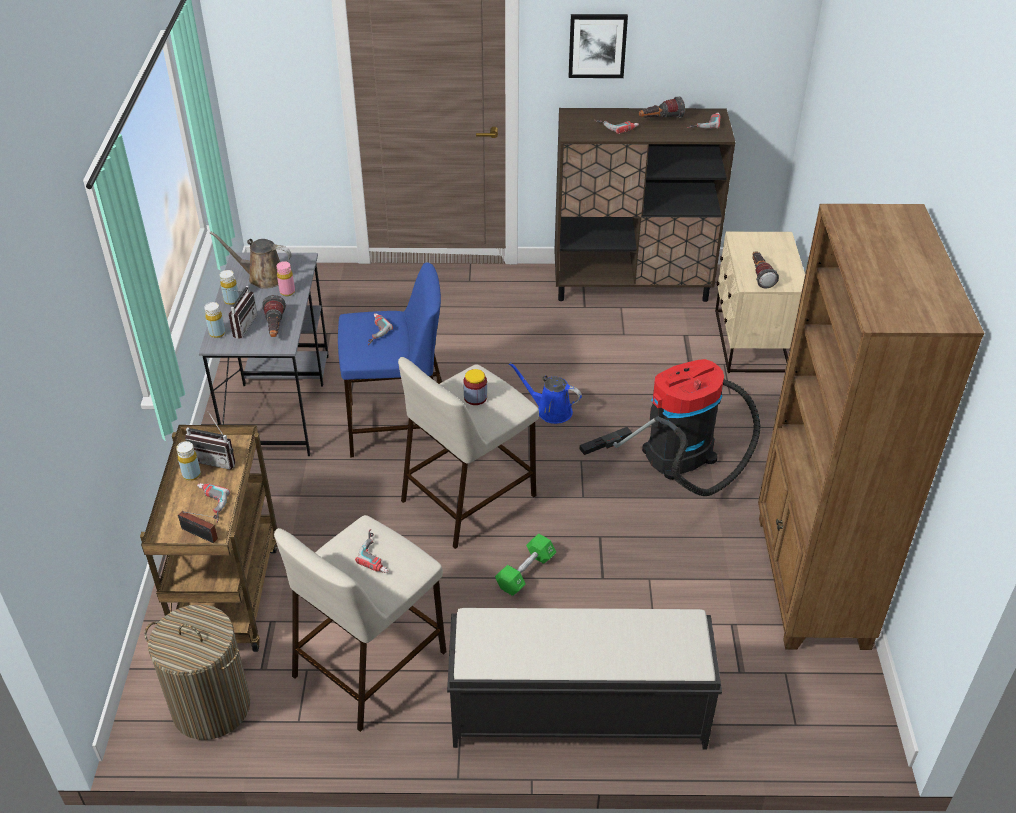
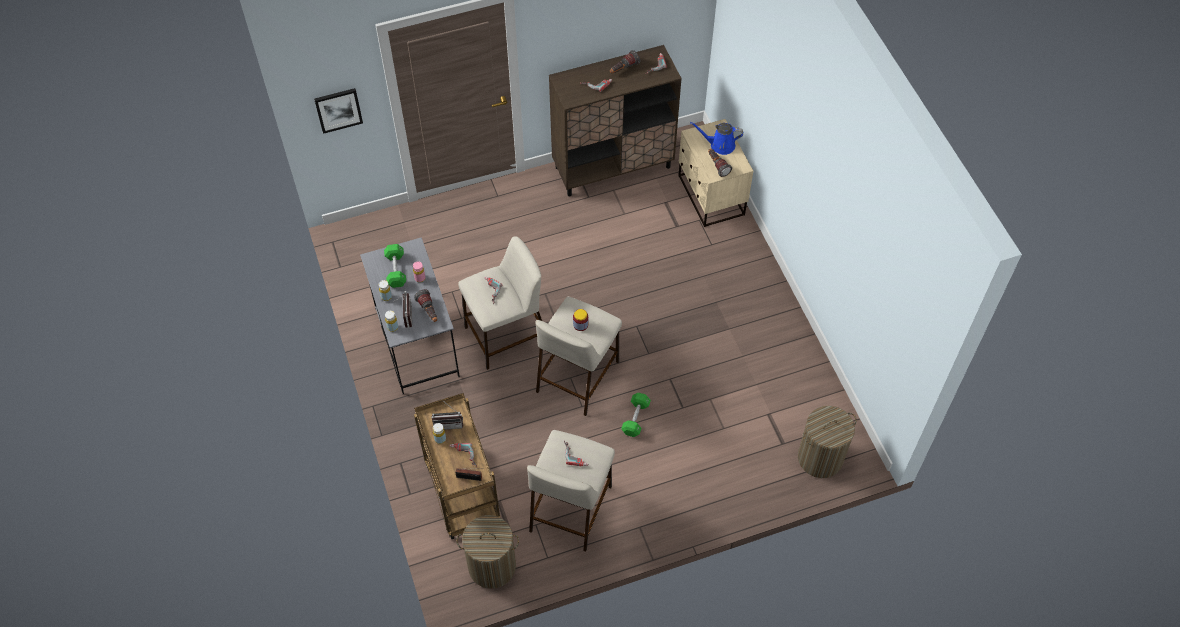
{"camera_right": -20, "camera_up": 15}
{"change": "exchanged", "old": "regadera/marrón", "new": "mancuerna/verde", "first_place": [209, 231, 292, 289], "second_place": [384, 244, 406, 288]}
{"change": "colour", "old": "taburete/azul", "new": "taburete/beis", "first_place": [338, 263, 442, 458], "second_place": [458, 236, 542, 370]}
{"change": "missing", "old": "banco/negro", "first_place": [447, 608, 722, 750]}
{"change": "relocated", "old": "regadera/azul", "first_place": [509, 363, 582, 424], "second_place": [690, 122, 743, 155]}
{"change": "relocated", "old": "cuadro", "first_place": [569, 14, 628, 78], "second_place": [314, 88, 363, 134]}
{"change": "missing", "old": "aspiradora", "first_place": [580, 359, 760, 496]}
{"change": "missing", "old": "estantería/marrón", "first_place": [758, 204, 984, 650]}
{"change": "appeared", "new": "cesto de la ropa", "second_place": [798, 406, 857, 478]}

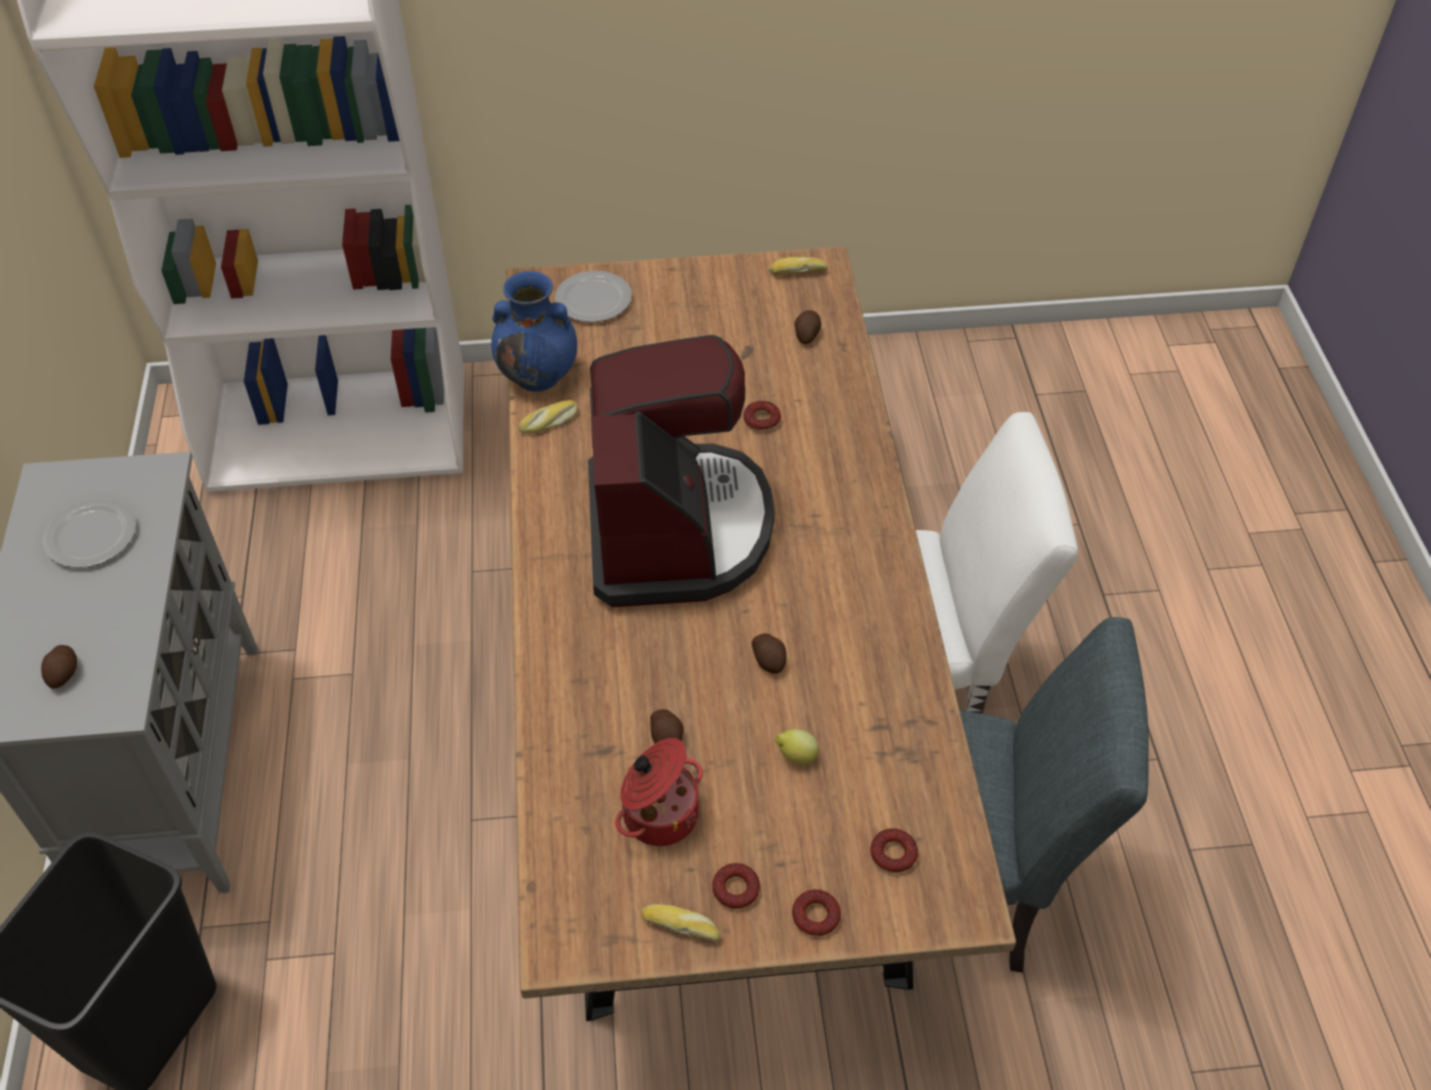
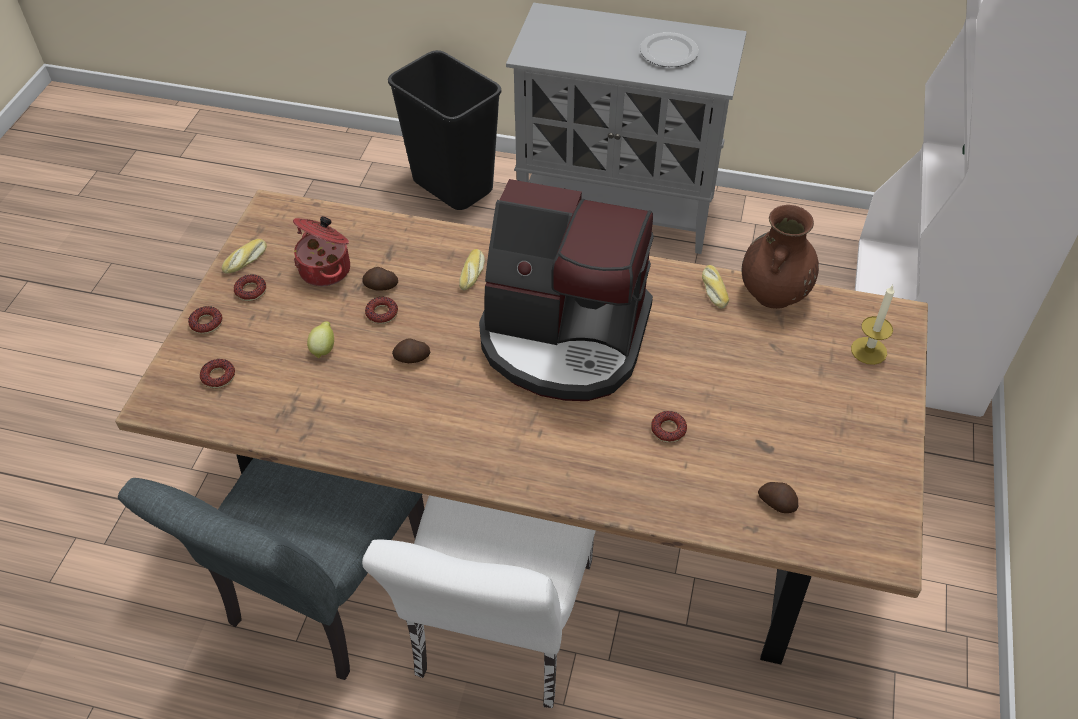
{"camera_right": 110, "camera_up": 0}
{"change": "missing", "old": "patata", "first_place": [41, 645, 77, 689]}
{"change": "colour", "old": "florero/azul", "new": "florero/marrón", "first_place": [491, 271, 577, 391], "second_place": [742, 205, 819, 309]}
{"change": "exchanged", "old": "plato", "new": "vela", "first_place": [555, 271, 632, 322], "second_place": [851, 285, 895, 365]}
{"change": "relocated", "old": "pan", "first_place": [769, 257, 828, 275], "second_place": [459, 249, 485, 290]}
{"change": "appeared", "new": "rosquilla", "second_place": [365, 297, 398, 324]}

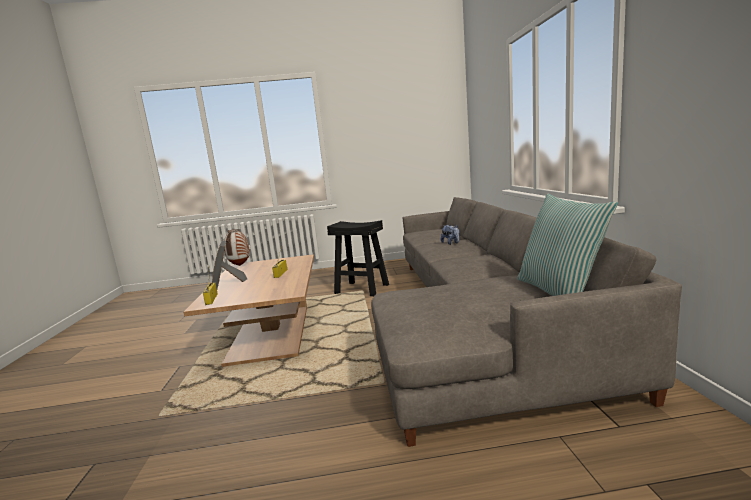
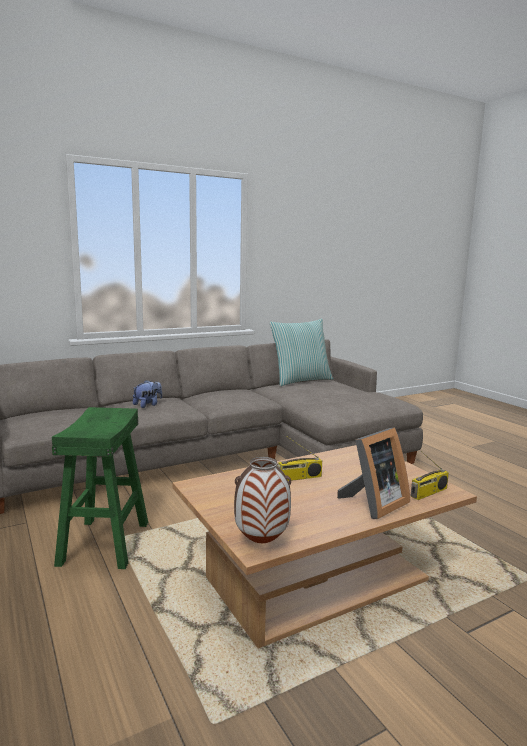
{"camera_right": -115, "camera_up": 0}
{"change": "colour", "old": "taburete/negro", "new": "taburete/verde", "first_place": [327, 220, 389, 296], "second_place": [52, 407, 148, 569]}

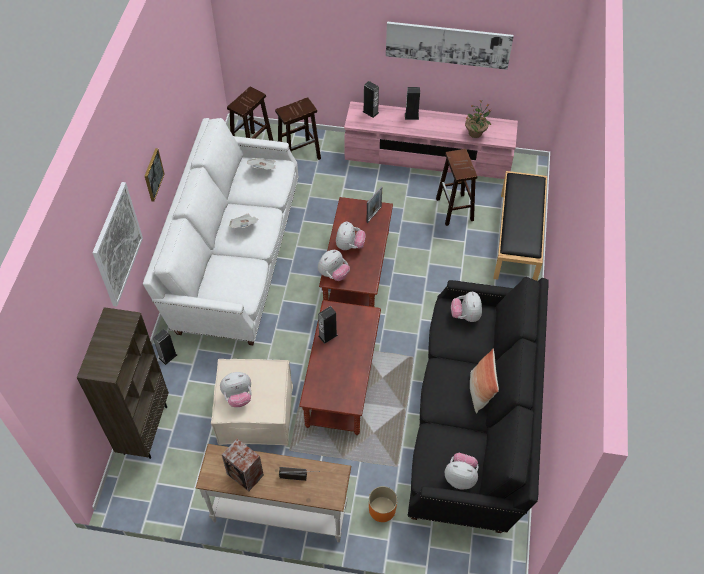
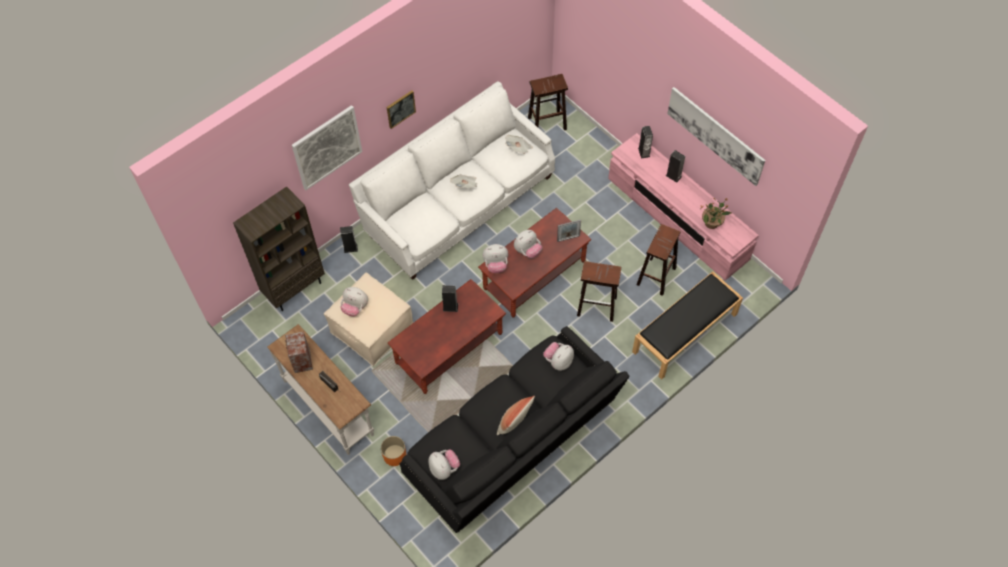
{"camera_right": 40, "camera_up": 5}
{"change": "relocated", "old": "taburete/marrón", "first_place": [275, 97, 321, 160], "second_place": [577, 261, 621, 322]}

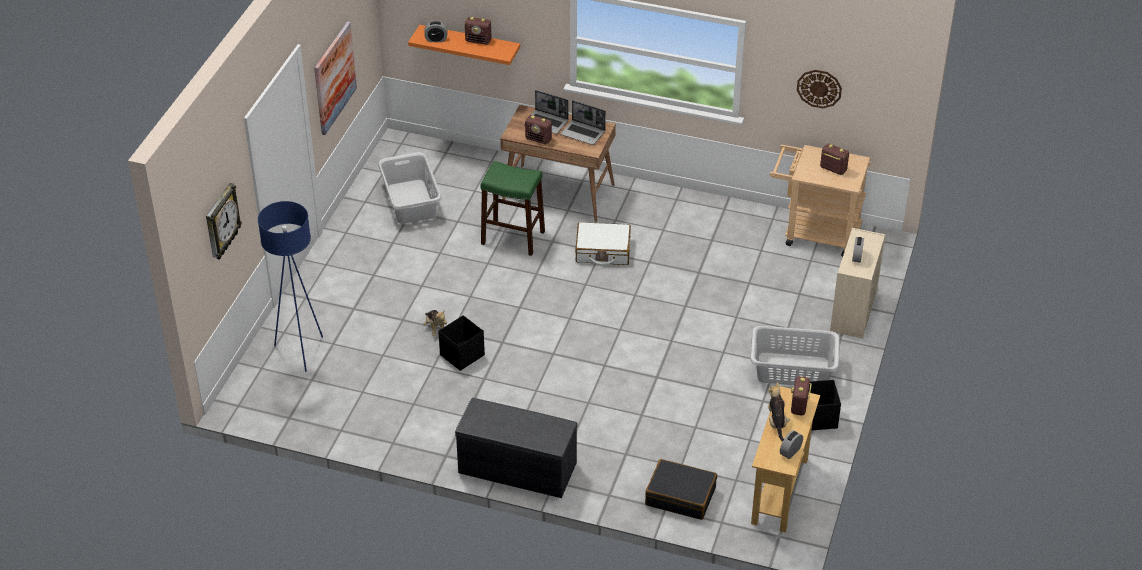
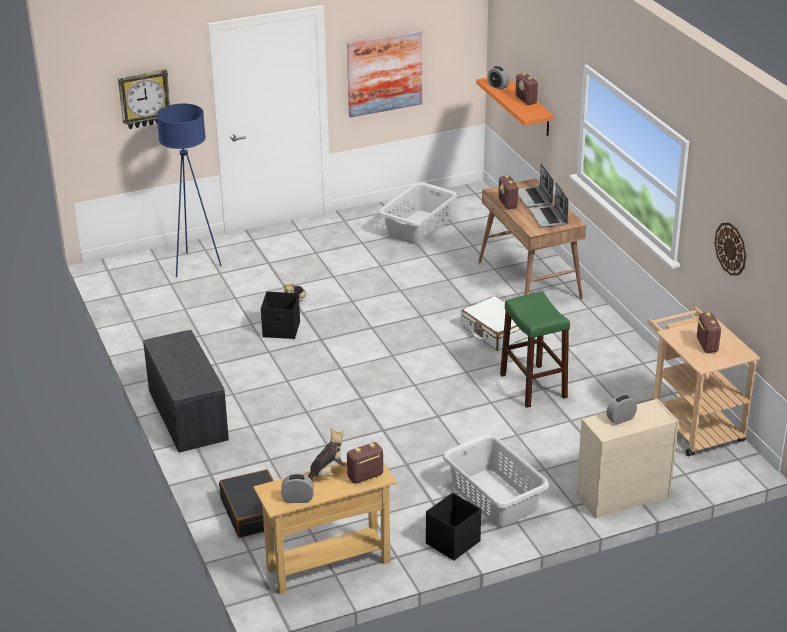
{"camera_right": 50, "camera_up": -10}
{"change": "relocated", "old": "taburete/verde", "first_place": [481, 161, 545, 256], "second_place": [500, 292, 570, 408]}

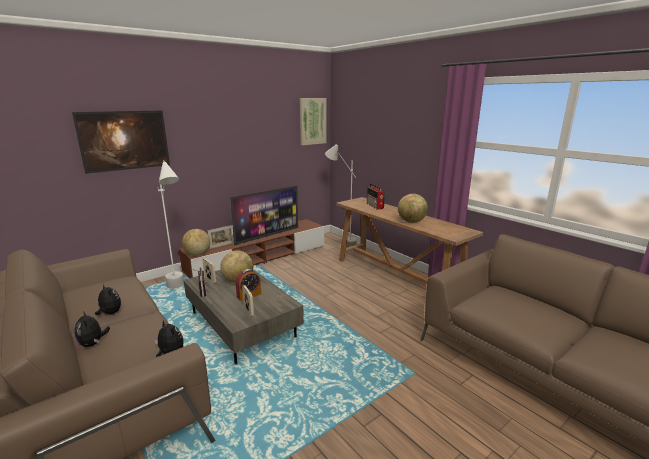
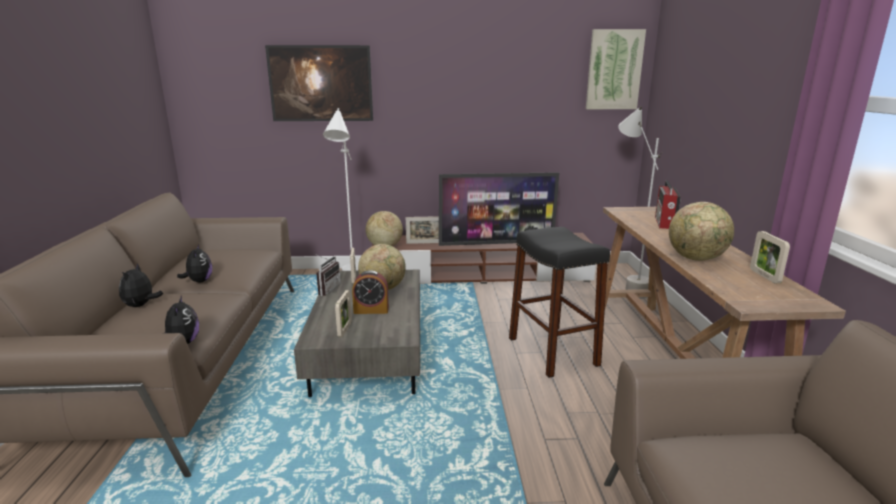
{"camera_right": 35, "camera_up": 0}
{"change": "appeared", "new": "taburete/negro", "second_place": [509, 227, 610, 378]}
{"change": "appeared", "new": "portarretratos", "second_place": [750, 231, 790, 283]}

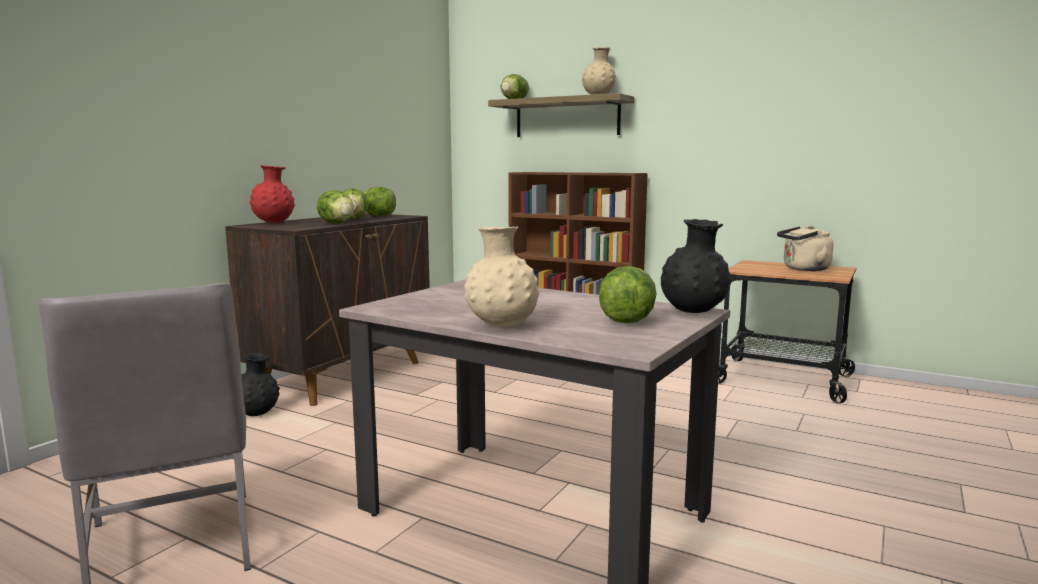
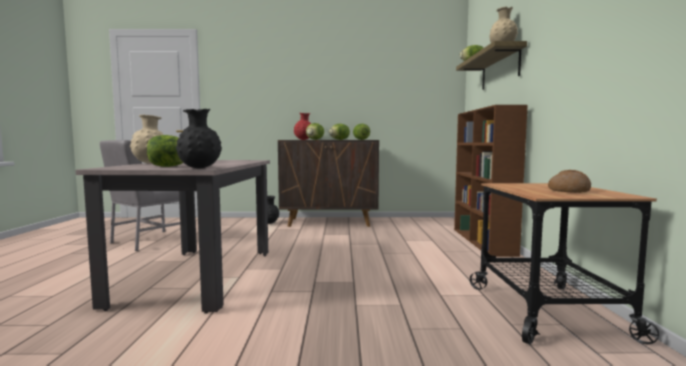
{"camera_right": 60, "camera_up": -5}
{"change": "exchanged", "old": "hervidor/beis", "new": "pan", "first_place": [777, 226, 833, 271], "second_place": [548, 170, 591, 193]}

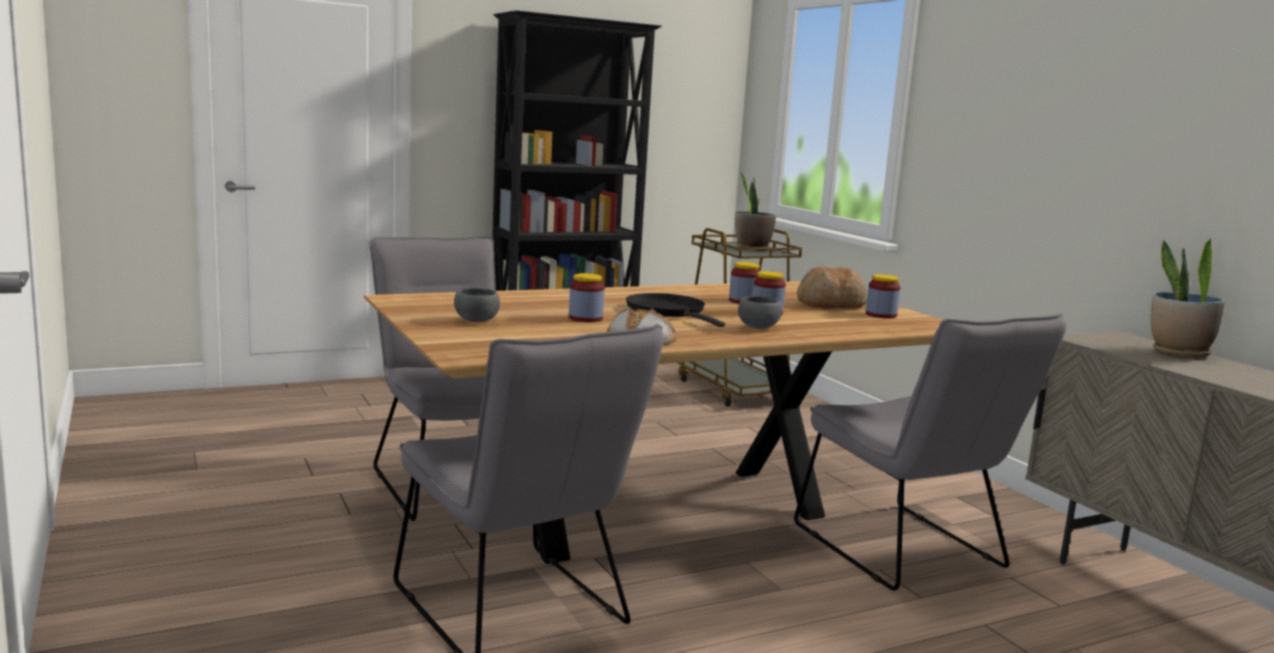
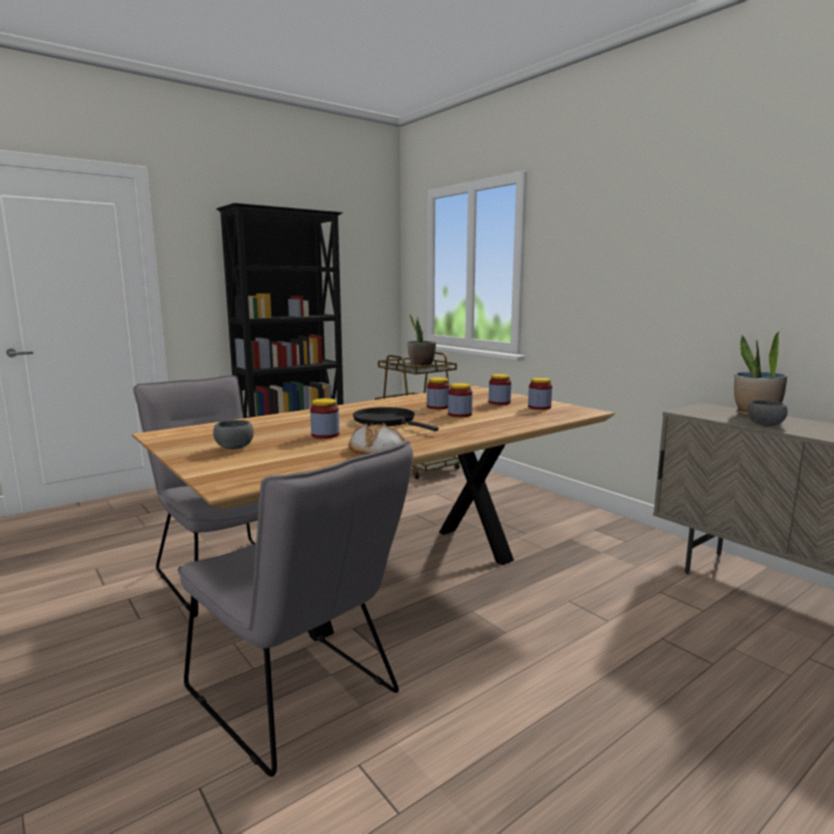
{"camera_right": -10, "camera_up": 0}
{"change": "relocated", "old": "cuenco/gris", "first_place": [738, 296, 782, 329], "second_place": [747, 400, 788, 426]}
{"change": "missing", "old": "silla/gris", "first_place": [794, 313, 1067, 591]}
{"change": "exchanged", "old": "pan", "new": "tarro", "first_place": [797, 266, 867, 308], "second_place": [489, 374, 511, 405]}

